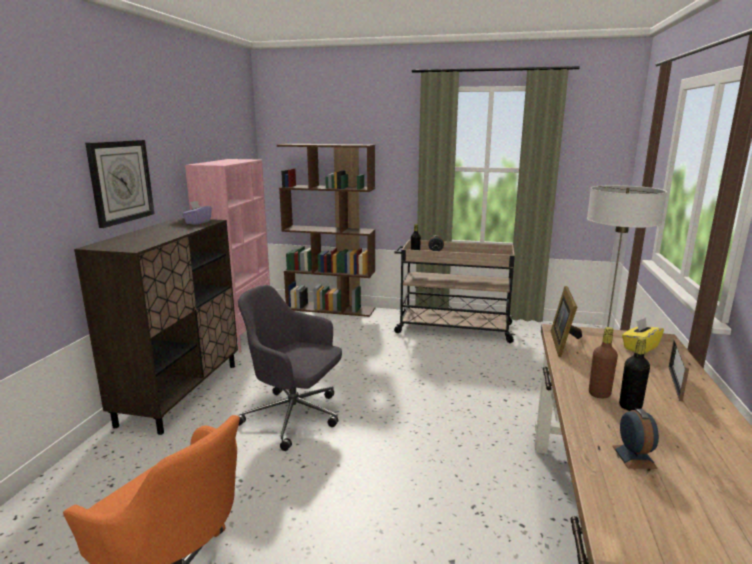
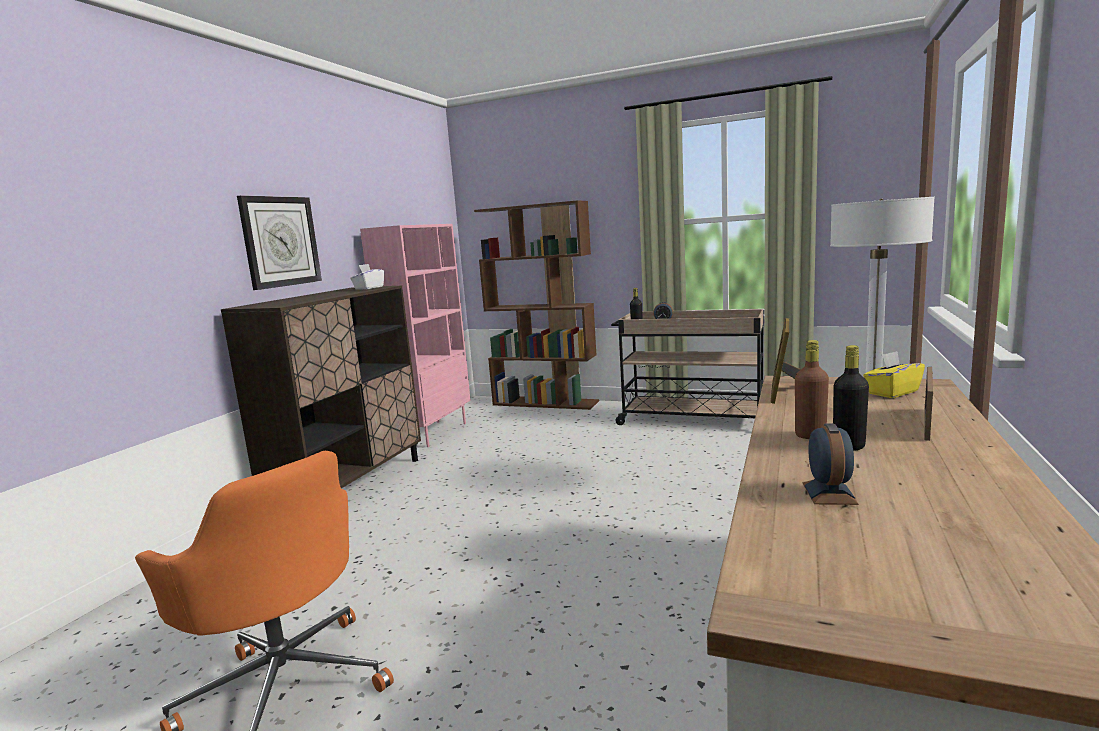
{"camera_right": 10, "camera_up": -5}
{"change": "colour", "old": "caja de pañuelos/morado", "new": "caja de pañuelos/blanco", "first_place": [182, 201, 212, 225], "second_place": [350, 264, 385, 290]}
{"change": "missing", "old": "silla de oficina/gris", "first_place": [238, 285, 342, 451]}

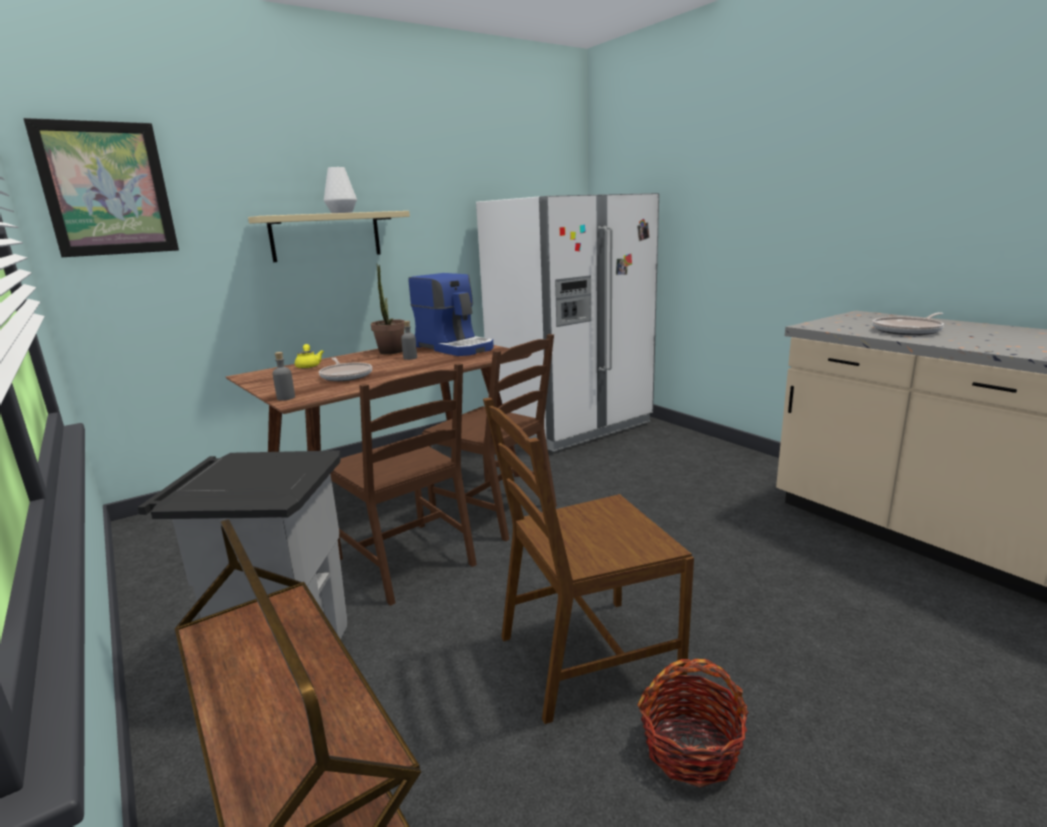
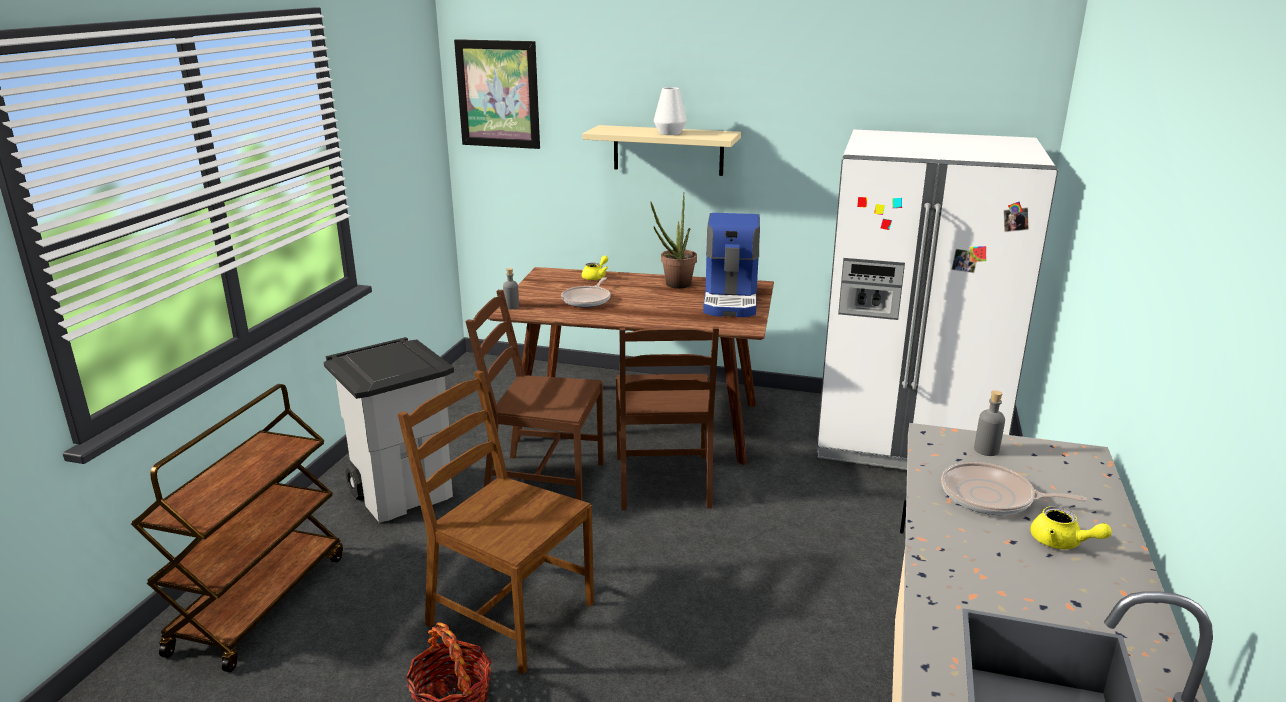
{"camera_right": 50, "camera_up": 5}
{"change": "spun", "old": "silla/marrón", "first_place": [331, 363, 477, 606], "second_place": [466, 290, 604, 501], "degrees": 90}
{"change": "relocated", "old": "botella/gris", "first_place": [401, 321, 417, 360], "second_place": [974, 390, 1005, 456]}
{"change": "appeared", "new": "tetera/amarillo", "second_place": [1030, 506, 1112, 549]}

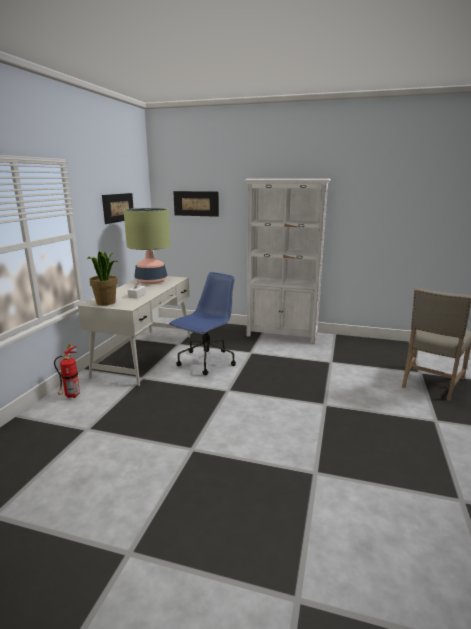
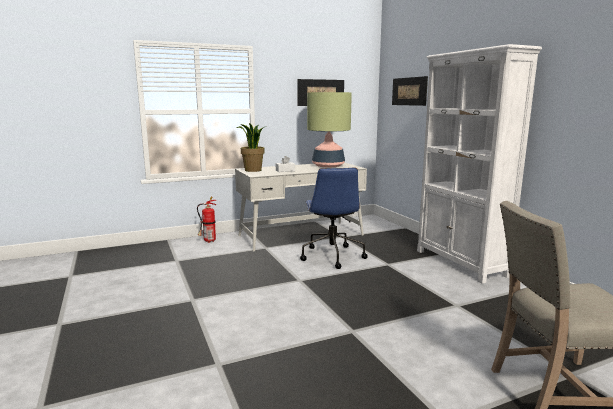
{"camera_right": 50, "camera_up": -5}
{"change": "spun", "old": "silla de oficina/azul", "first_place": [169, 272, 236, 375], "second_place": [300, 168, 368, 269], "degrees": 90}

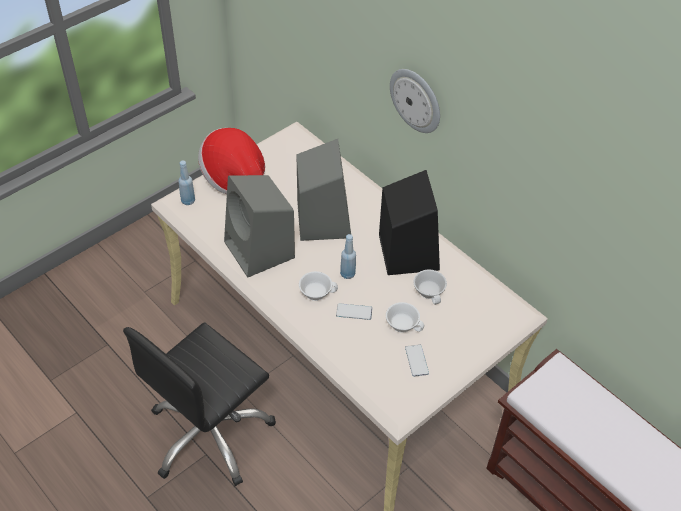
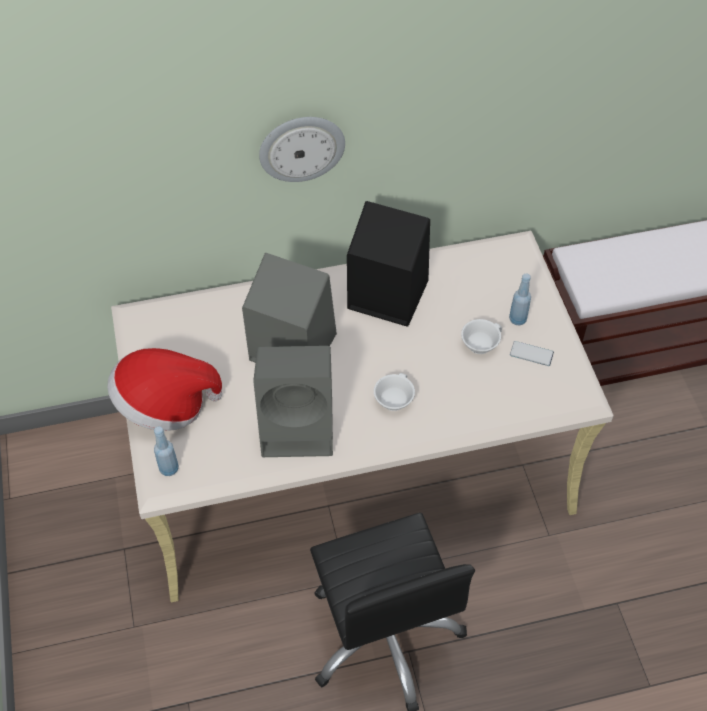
{"camera_right": -60, "camera_up": 5}
{"change": "missing", "old": "móvil", "first_place": [336, 303, 372, 320]}
{"change": "relocated", "old": "botella/azul", "first_place": [340, 234, 356, 279], "second_place": [509, 274, 531, 325]}
{"change": "missing", "old": "taza/blanco", "first_place": [413, 269, 447, 305]}

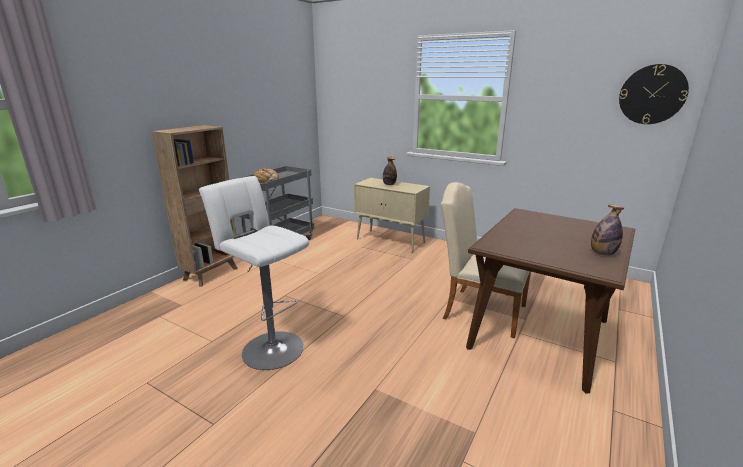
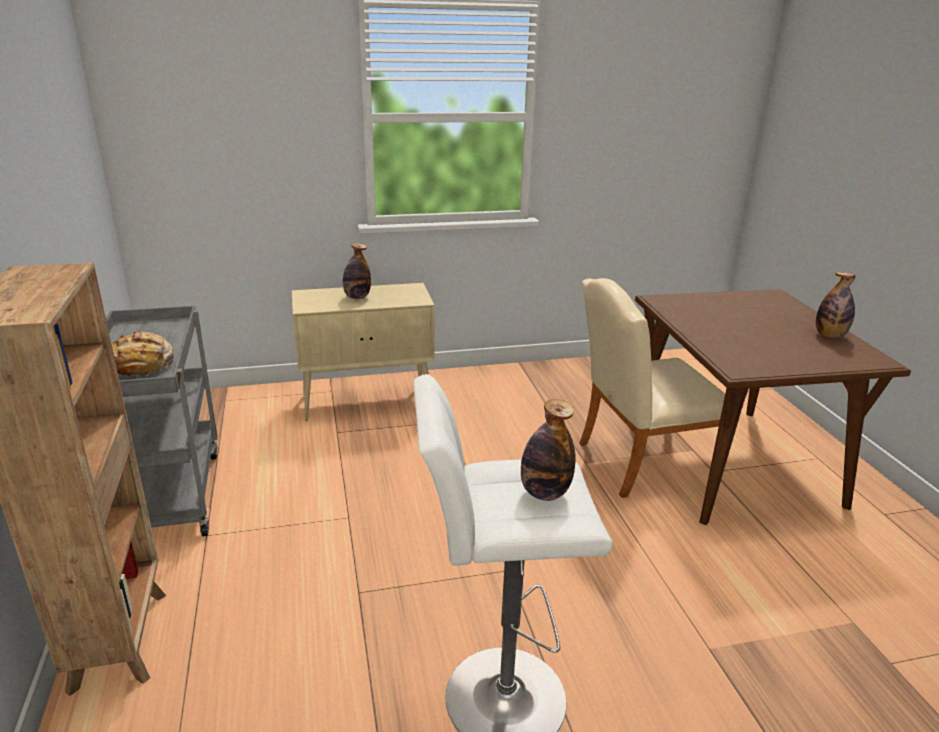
{"camera_right": -45, "camera_up": 5}
{"change": "missing", "old": "reloj de pared", "first_place": [619, 64, 689, 124]}
{"change": "appeared", "new": "botella", "second_place": [521, 399, 576, 501]}

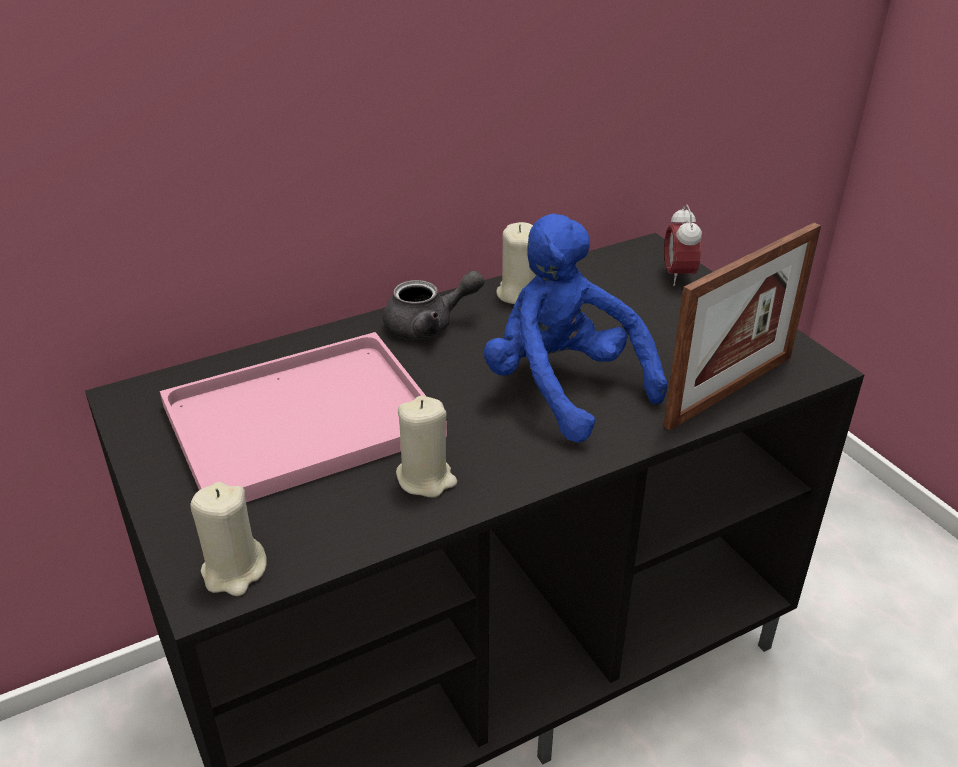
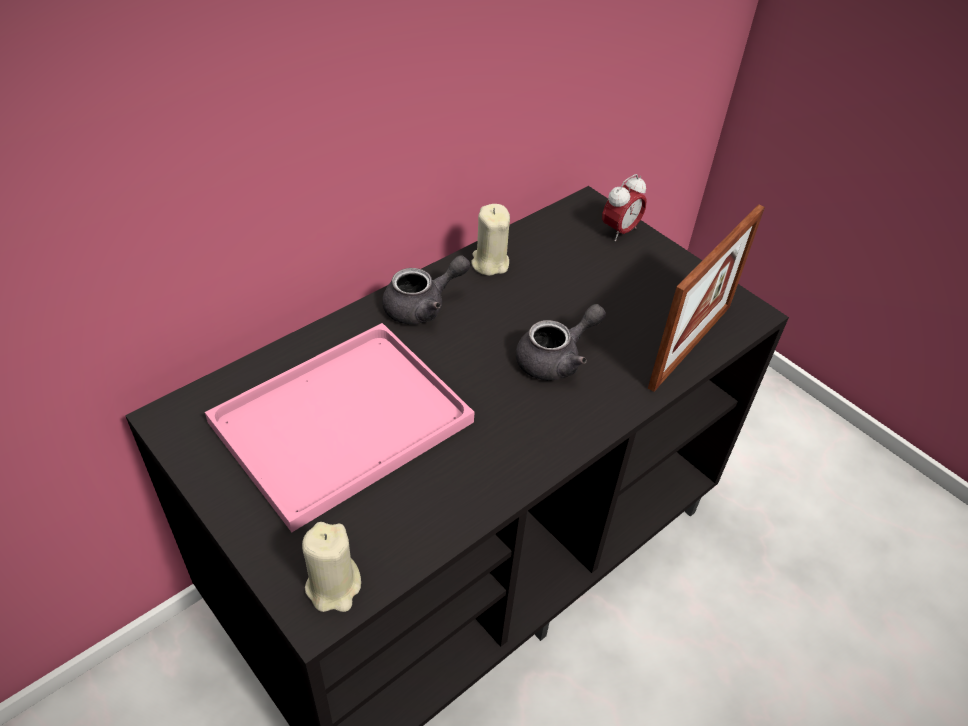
{"camera_right": -15, "camera_up": 10}
{"change": "missing", "old": "vela/beis", "first_place": [396, 396, 457, 498]}
{"change": "exchanged", "old": "peluche/azul", "new": "tetera/gris", "first_place": [484, 214, 668, 443], "second_place": [516, 304, 606, 380]}
{"change": "spun", "old": "despertador", "first_place": [664, 205, 702, 286], "second_place": [602, 174, 647, 241], "degrees": -120}

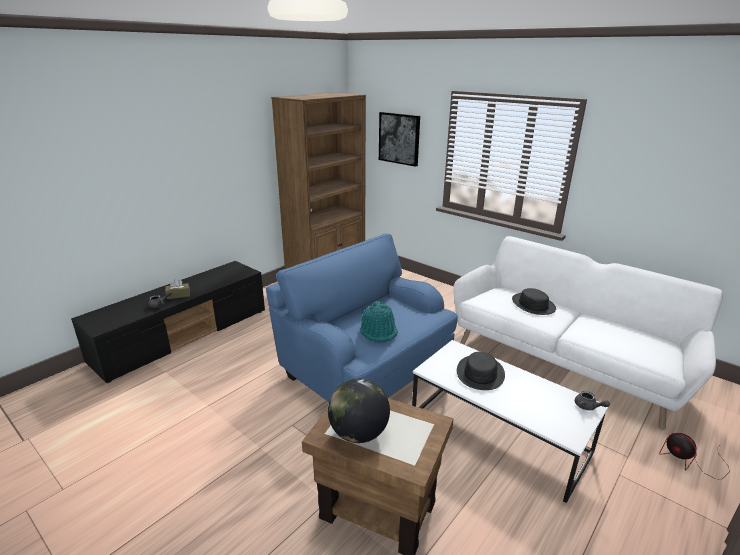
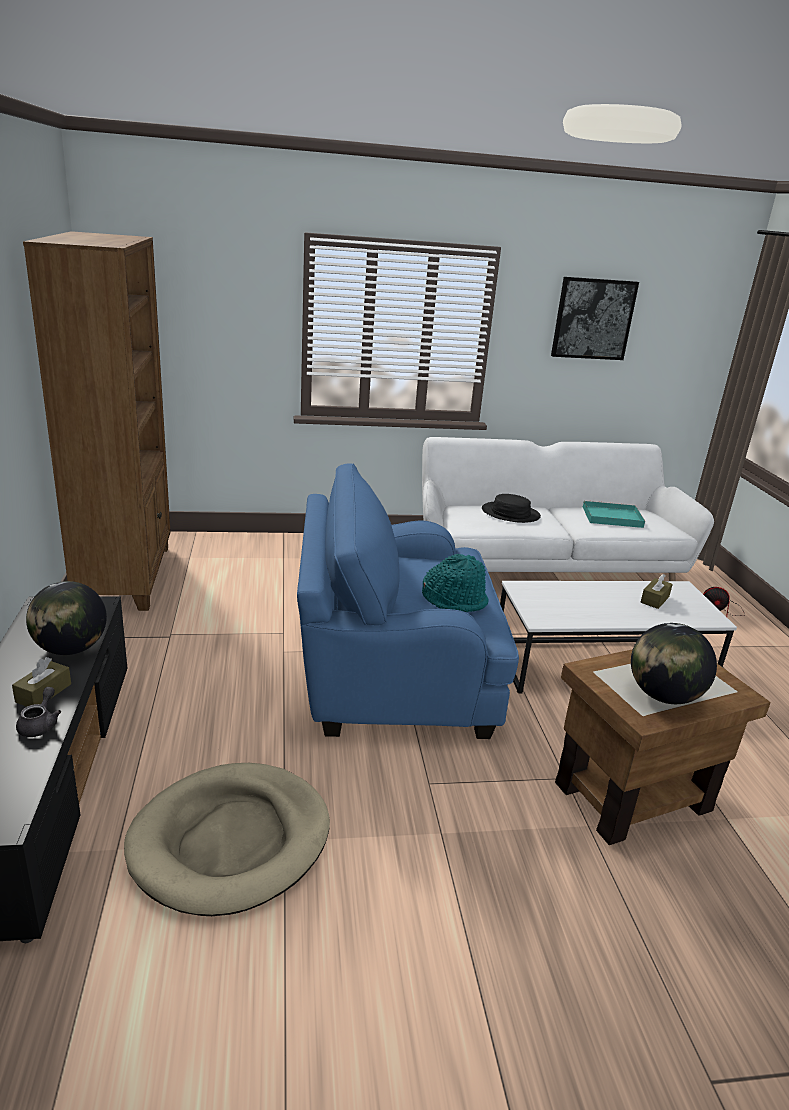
{"camera_right": -50, "camera_up": 0}
{"change": "relocated", "old": "cuadro", "first_place": [379, 112, 420, 167], "second_place": [551, 277, 639, 360]}
{"change": "missing", "old": "sombrero/negro", "first_place": [457, 352, 505, 390]}
{"change": "missing", "old": "tetera/gris", "first_place": [575, 391, 610, 411]}
{"change": "appeared", "new": "globo terráqueo", "second_place": [26, 581, 107, 655]}
{"change": "appeared", "new": "cama para perro/beis", "second_place": [124, 763, 330, 916]}
{"change": "appeared", "new": "bandeja/turquesa", "second_place": [583, 500, 645, 528]}
{"change": "appeared", "new": "caja de pañuelos/marrón", "second_place": [641, 574, 673, 609]}

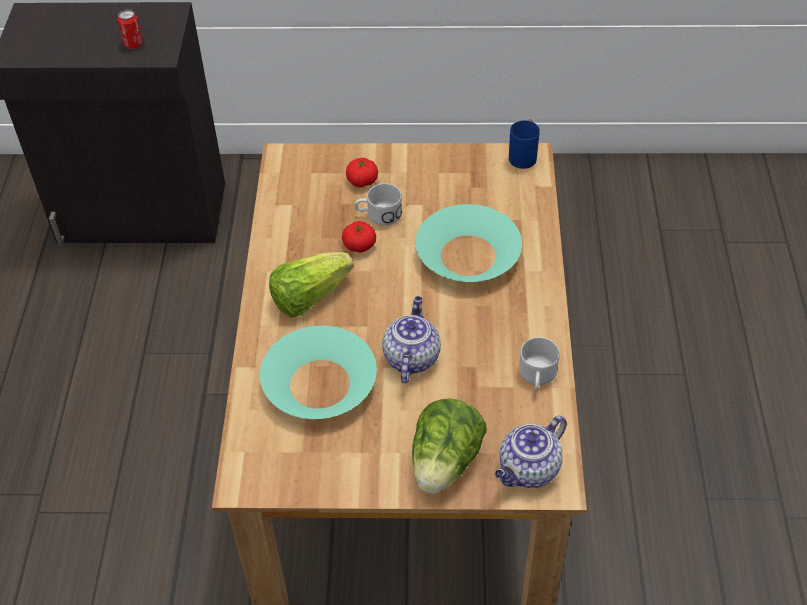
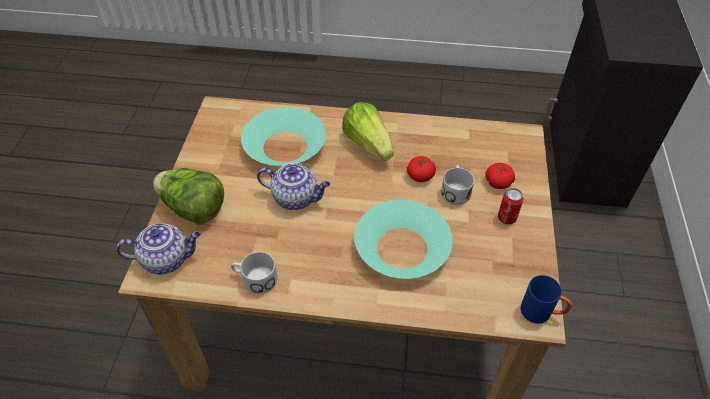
{"camera_right": 95, "camera_up": 0}
{"change": "relocated", "old": "lata", "first_place": [118, 9, 143, 49], "second_place": [498, 188, 523, 224]}
{"change": "spun", "old": "tetera", "first_place": [495, 415, 567, 488], "second_place": [116, 223, 201, 274], "degrees": 120}

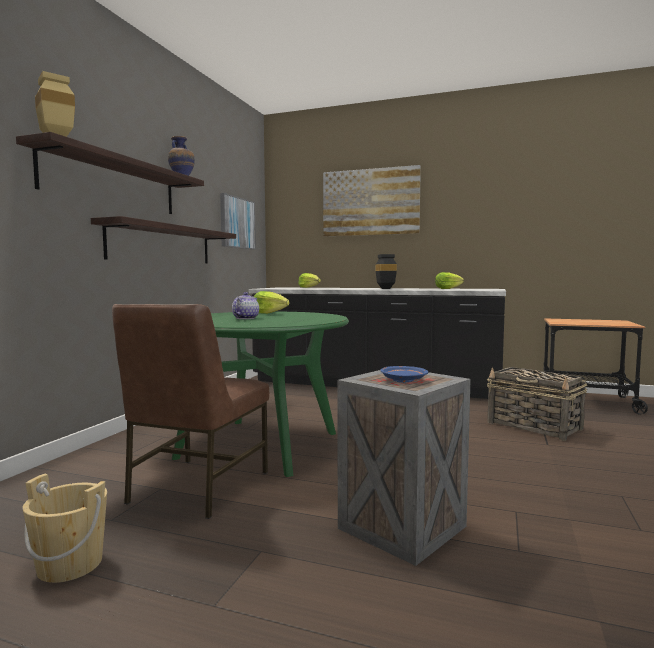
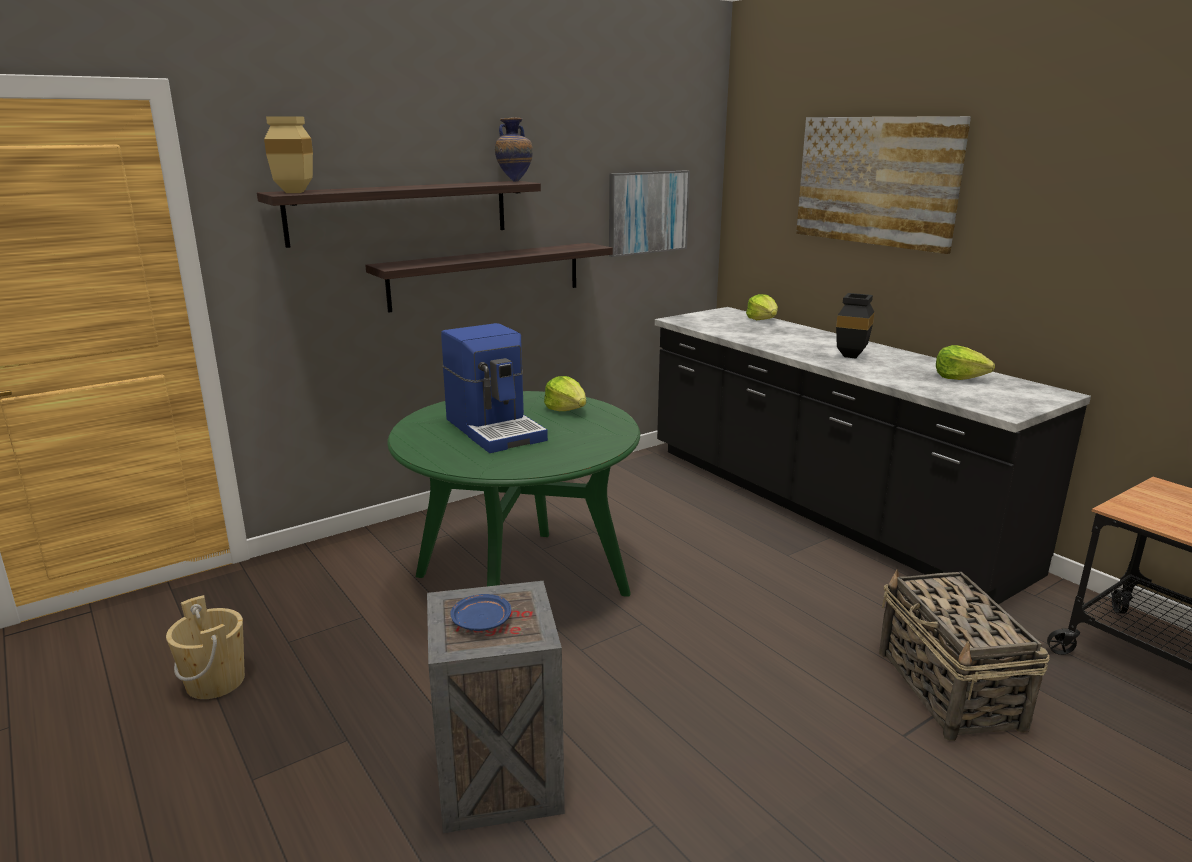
{"camera_right": 35, "camera_up": 15}
{"change": "missing", "old": "silla/marrón", "first_place": [112, 304, 269, 519]}
{"change": "exchanged", "old": "tetera", "new": "cafetera", "first_place": [232, 292, 259, 319], "second_place": [441, 323, 548, 453]}

